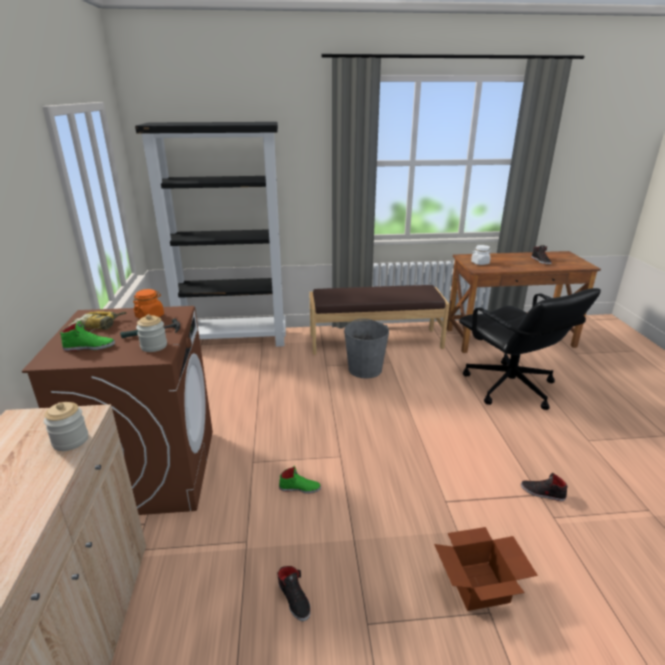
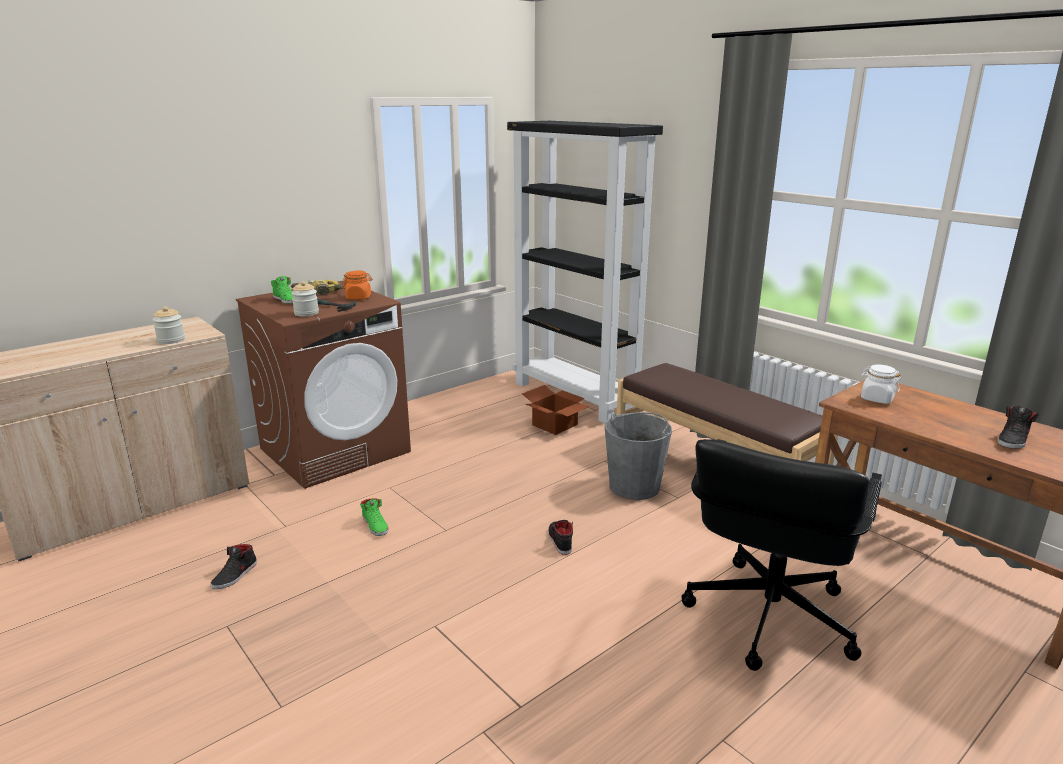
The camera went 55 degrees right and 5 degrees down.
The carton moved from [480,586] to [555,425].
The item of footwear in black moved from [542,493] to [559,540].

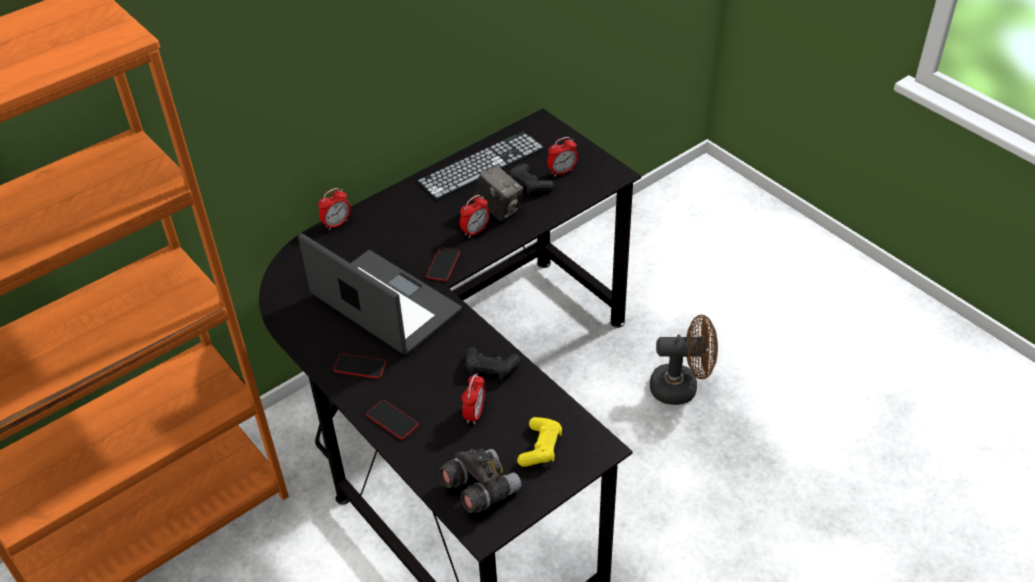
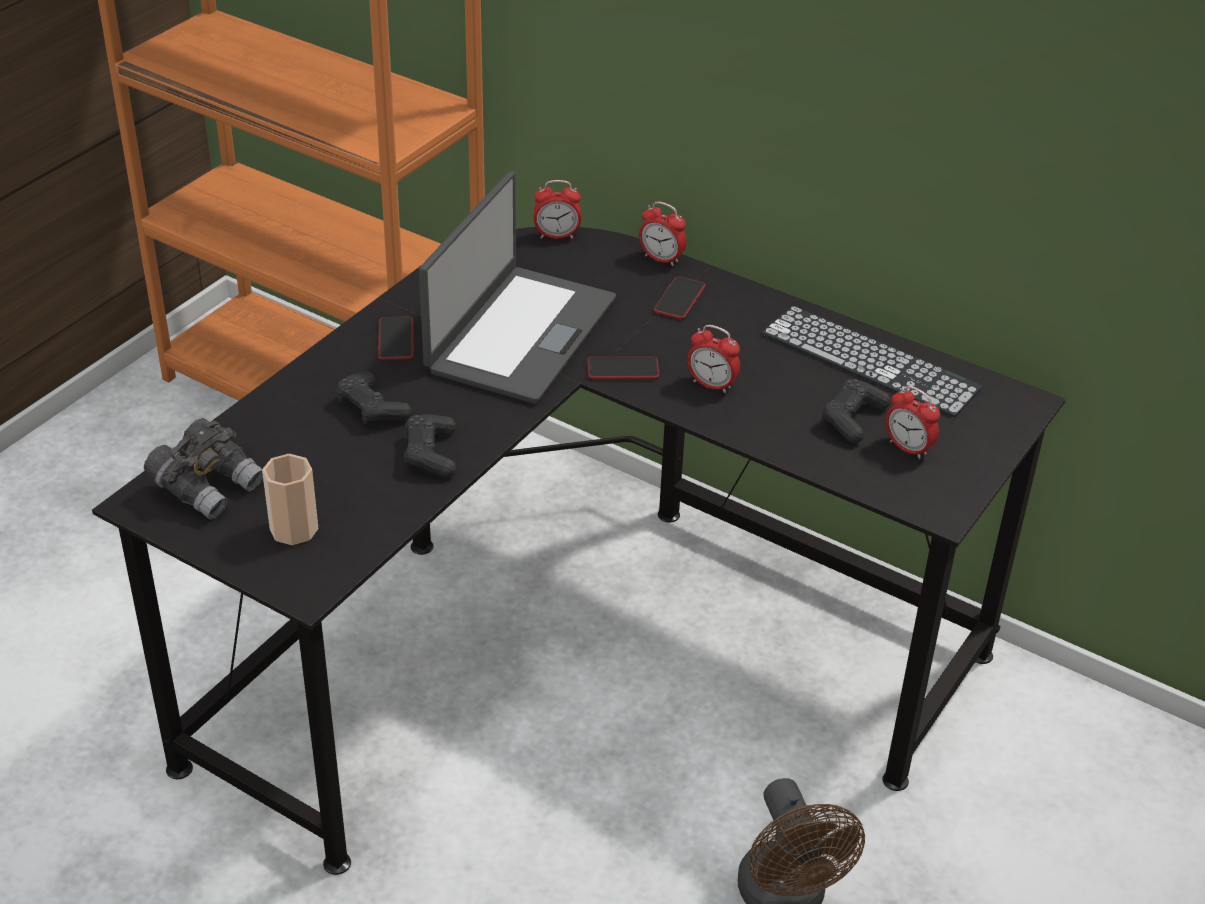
The camera went 70 degrees right and 5 degrees down.
The phone moved from [392,420] to [679,299].
The alarm clock moved from [474,414] to [557,236].
The still camera at [499,209] disappeared.
The joypad in yellow at [540,447] was replaced by the small cup at [294,529].
The joypad in black at [372,408] appeared.

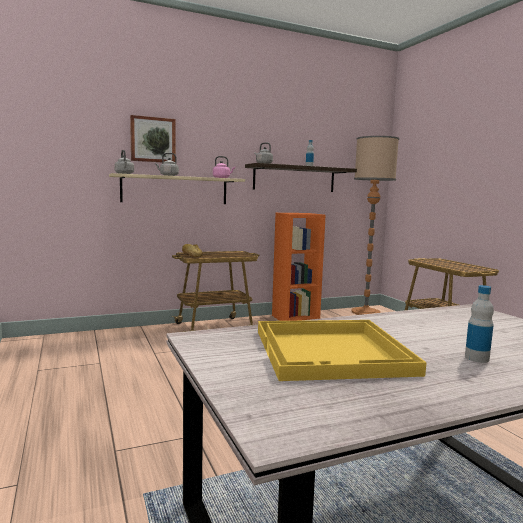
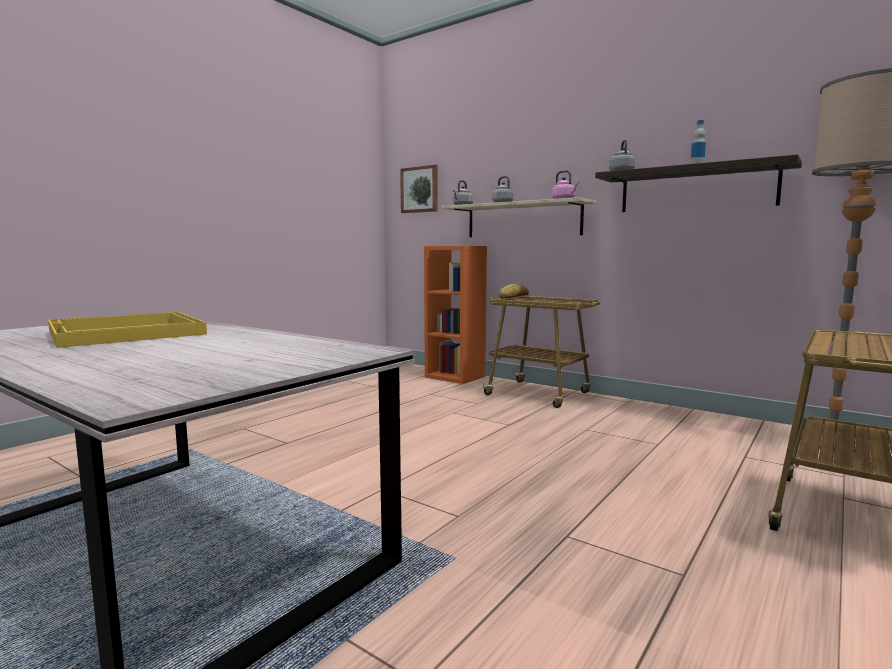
The camera went 60 degrees right and 0 degrees up.
The wall picture moved from [153,139] to [420,189].
The bookcase in orange-coloured moved from [295,318] to [456,376].
The drink bottle at [476,358] disappeared.

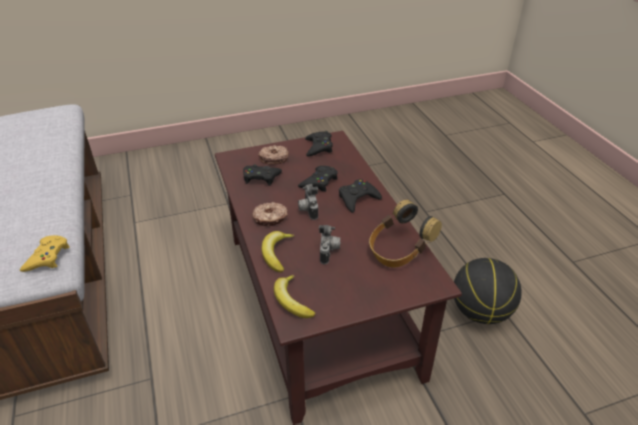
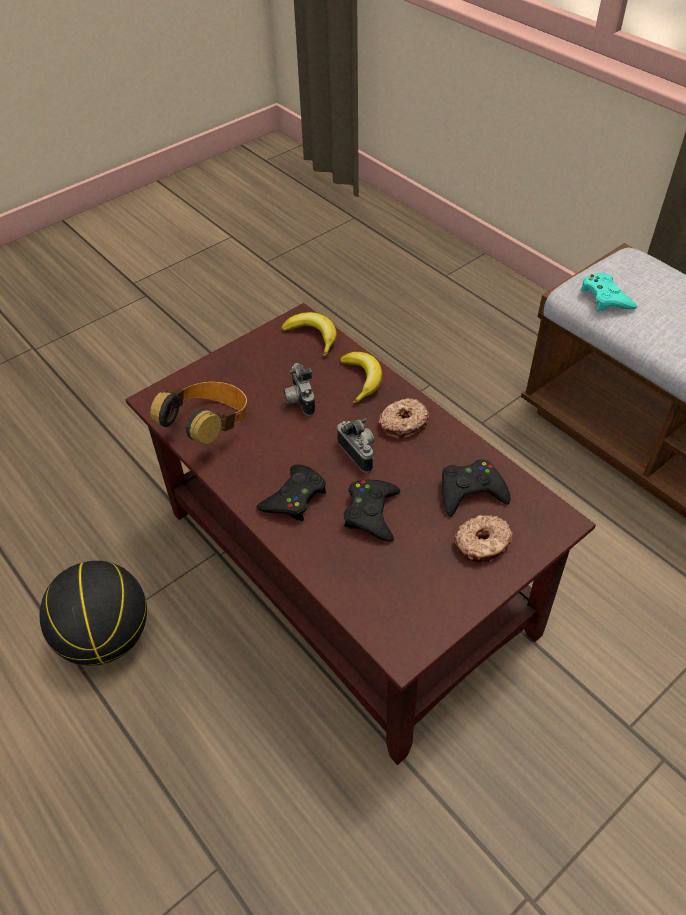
The camera went 160 degrees right and 10 degrees up.
The joypad in yellow at [47,257] became the joypad in turquoise at [605,297].
The joypad in black at [318,147] disappeared.

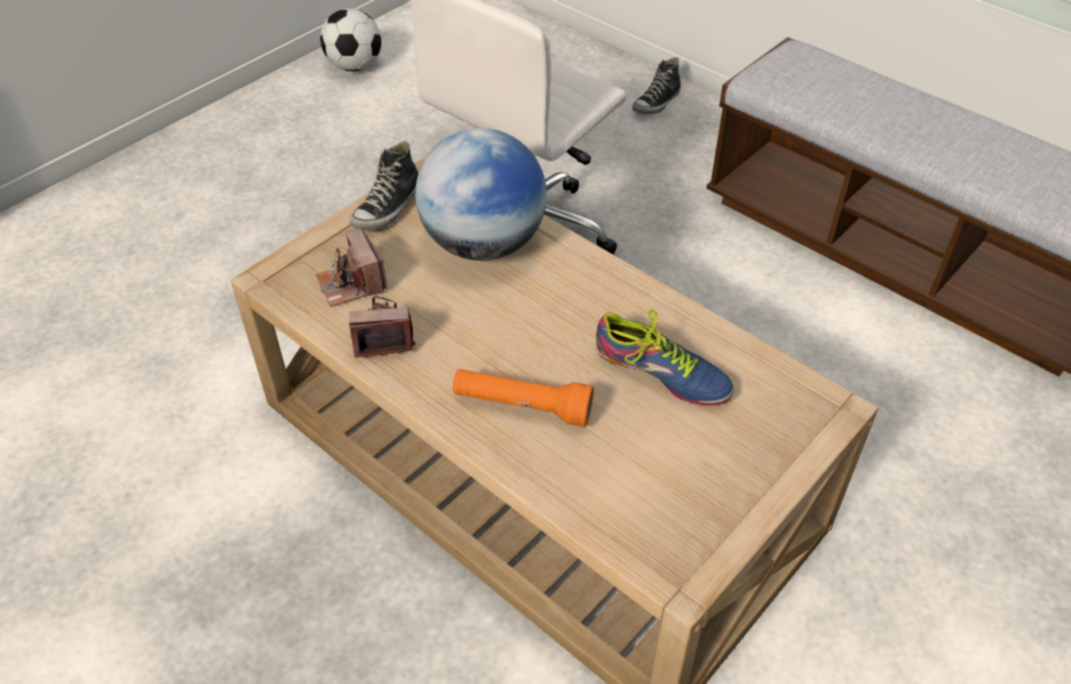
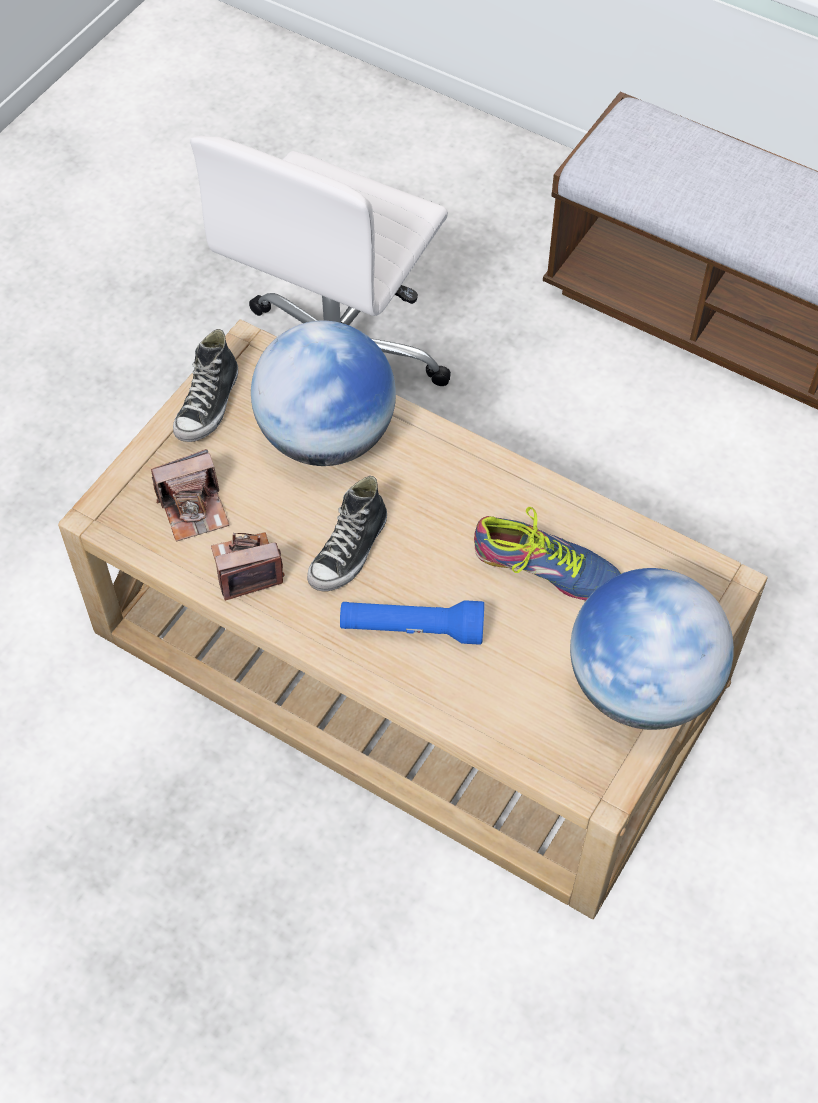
The camera went 10 degrees left and 10 degrees up.
The still camera at [351,284] turned 75 degrees counterclockwise.
The ball for football at [355,66] disappeared.
The hand torch in orange-coloured at [522,406] became the hand torch in blue at [412,629].
The item of footwear moved from [657,103] to [349,552].
The desk globe at [641,686] appeared.

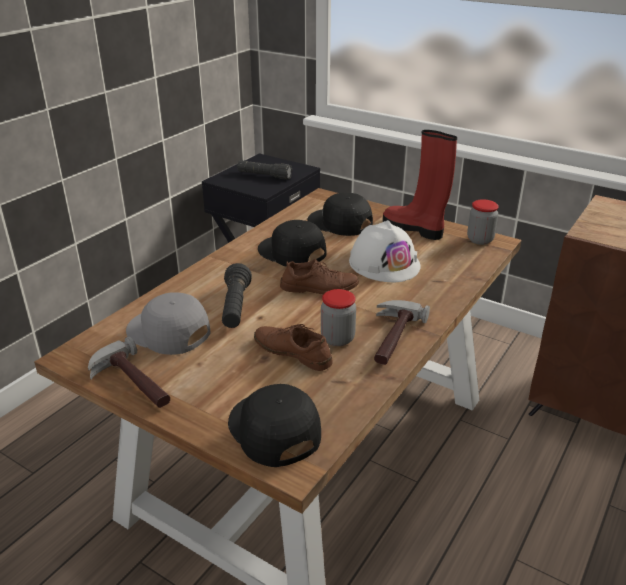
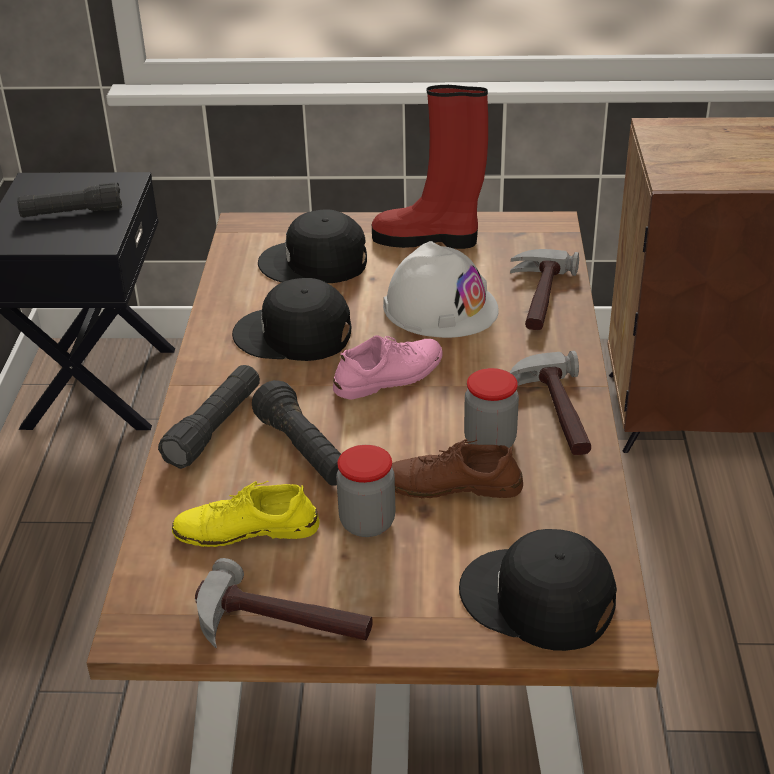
The camera went 30 degrees left and 5 degrees up.
The cap in grey at [168,332] was replaced by the item of footwear in yellow at [246,529].
The item of footwear in brownish at [319,287] became the item of footwear in pinkish at [389,376].
The jar moved from [480,240] to [367,523].
The hand torch in black at [214,428] appeared.
The hammer at [537,297] appeared.

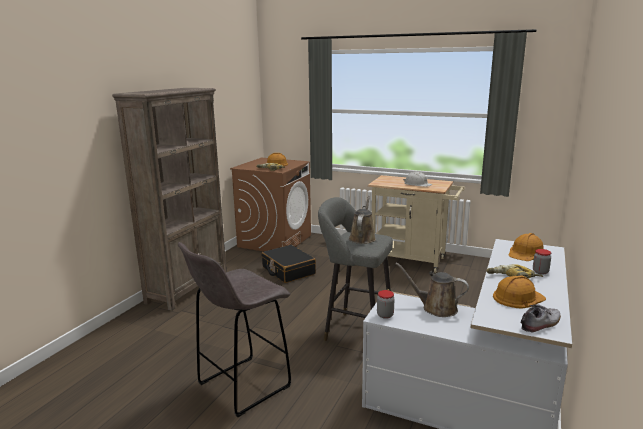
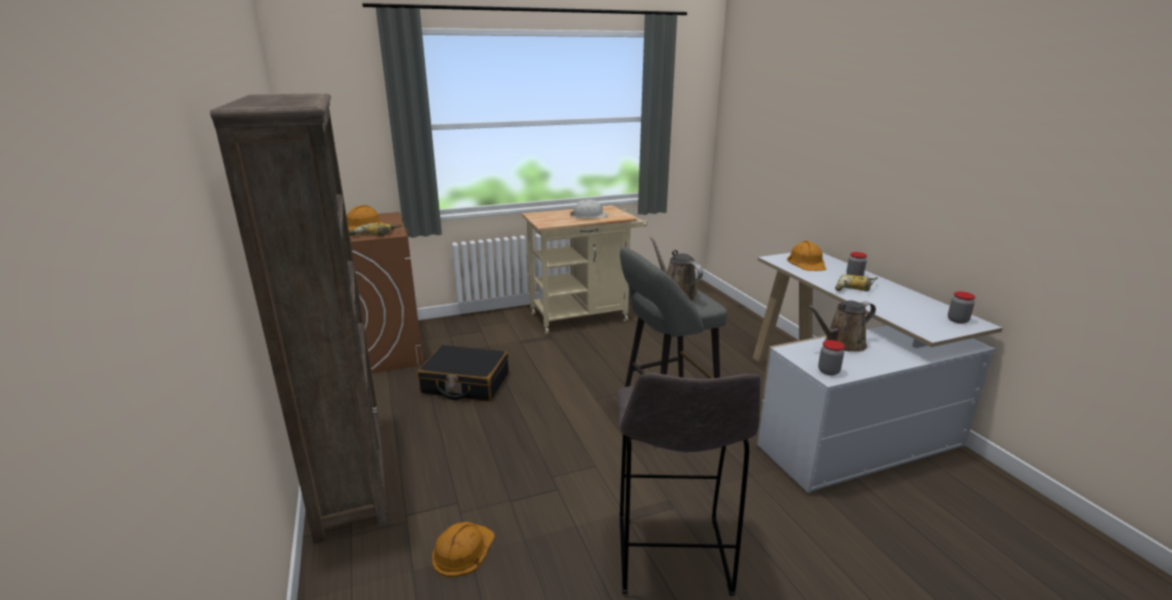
The camera went 45 degrees left and 5 degrees up.
The work helmet in orange-coloured moved from [518,297] to [463,550].
The item of footwear at [540,324] was replaced by the jar at [957,320].

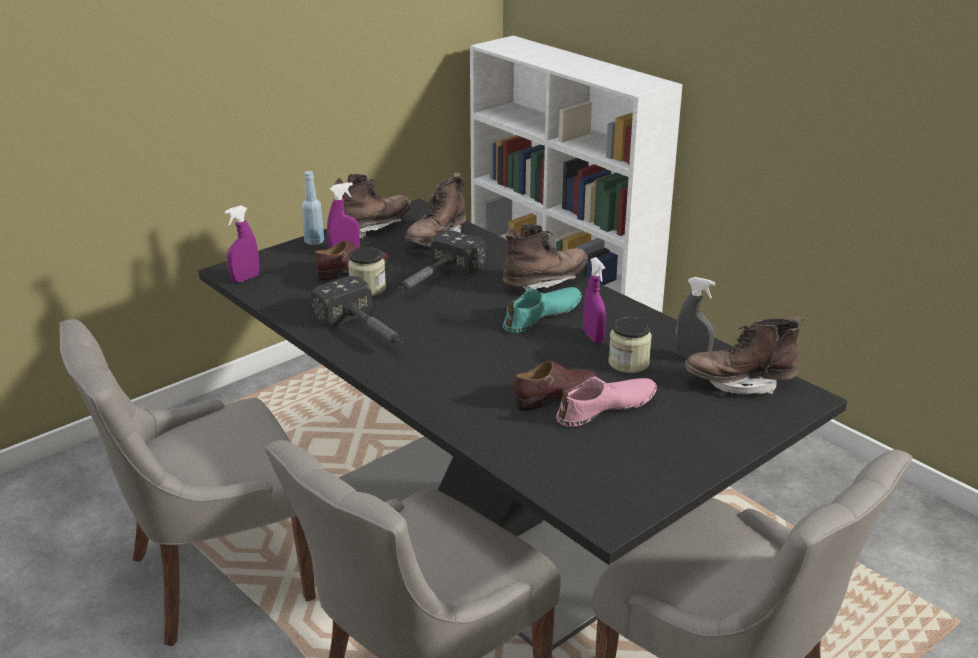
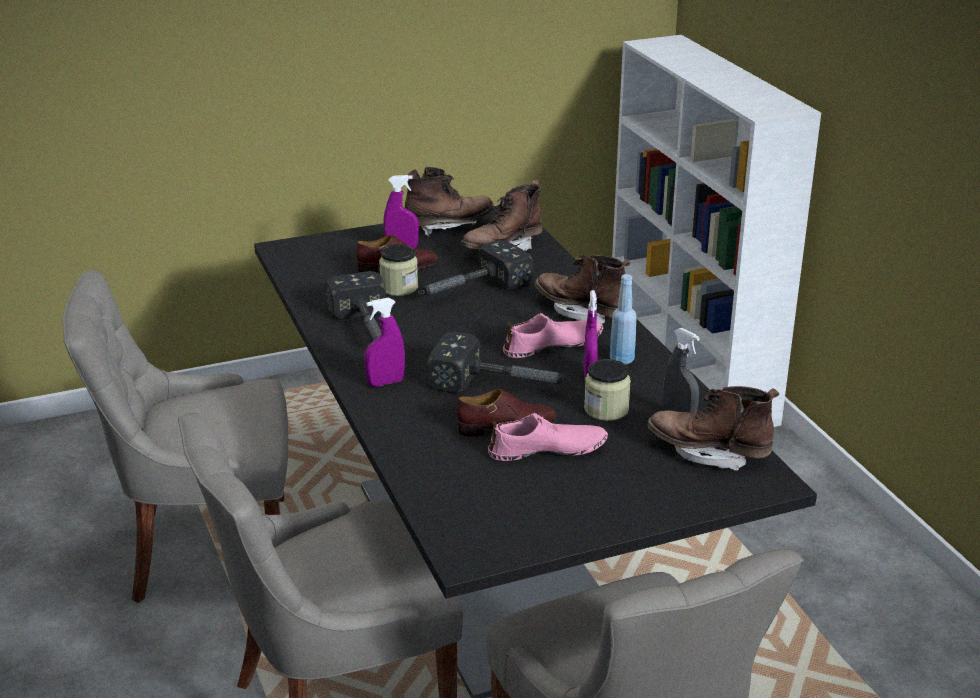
The camera went 20 degrees right and 0 degrees up.
The hand sprayer in purple-coloured moved from [245,278] to [385,382].
The drink bottle in blue moved from [314,241] to [621,359].
The tall boot in brownish at [545,283] turned 135 degrees counterclockwise.
The item of footwear in turquoise at [542,316] became the item of footwear in pinkish at [553,345].
The hammer at [502,385] appeared.

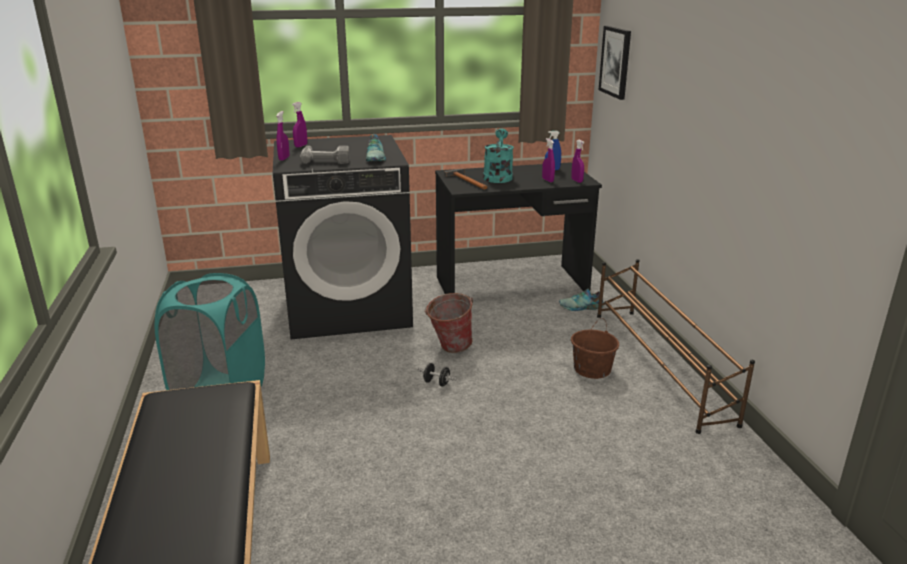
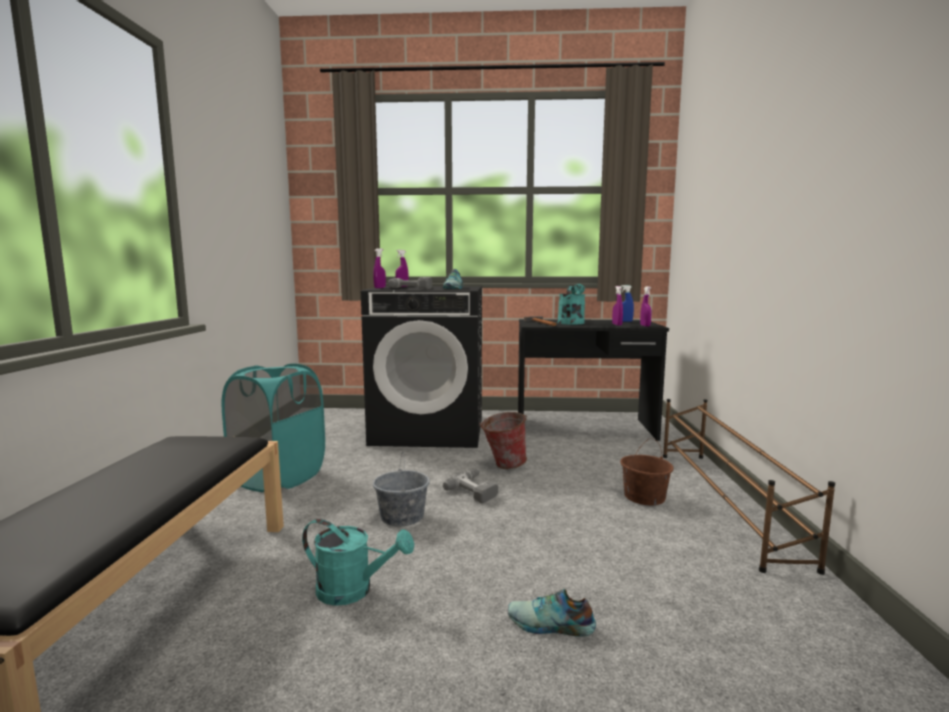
The camera went 15 degrees right and 15 degrees down.
The free weight in black at [436,383] was replaced by the electric drill at [476,490].
The item of footwear moved from [581,307] to [550,625].
The wall picture at [616,62] disappeared.
The watering can in turquoise at [354,591] appeared.
The bucket in grey at [402,516] appeared.

